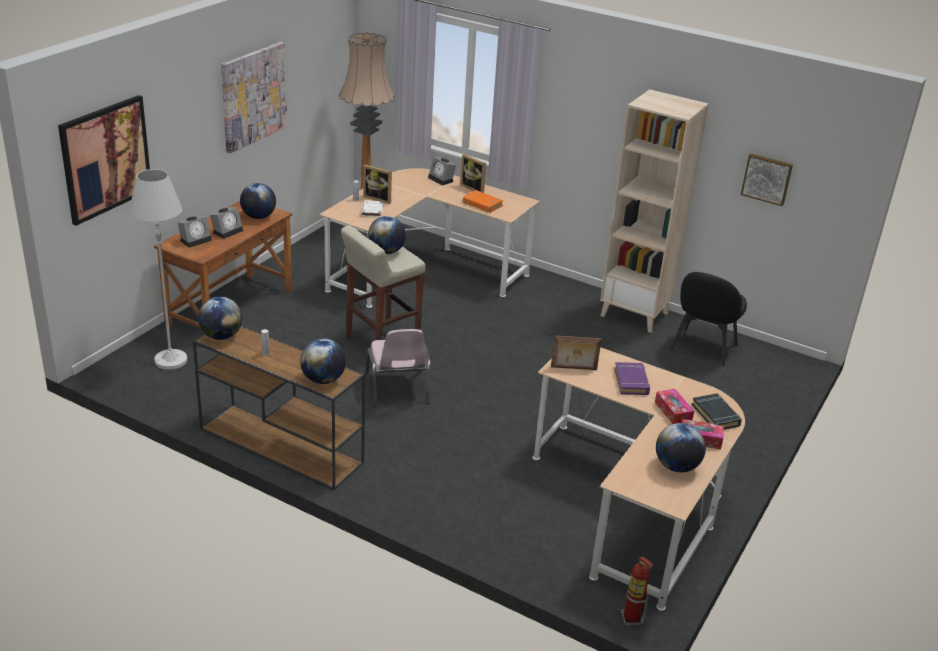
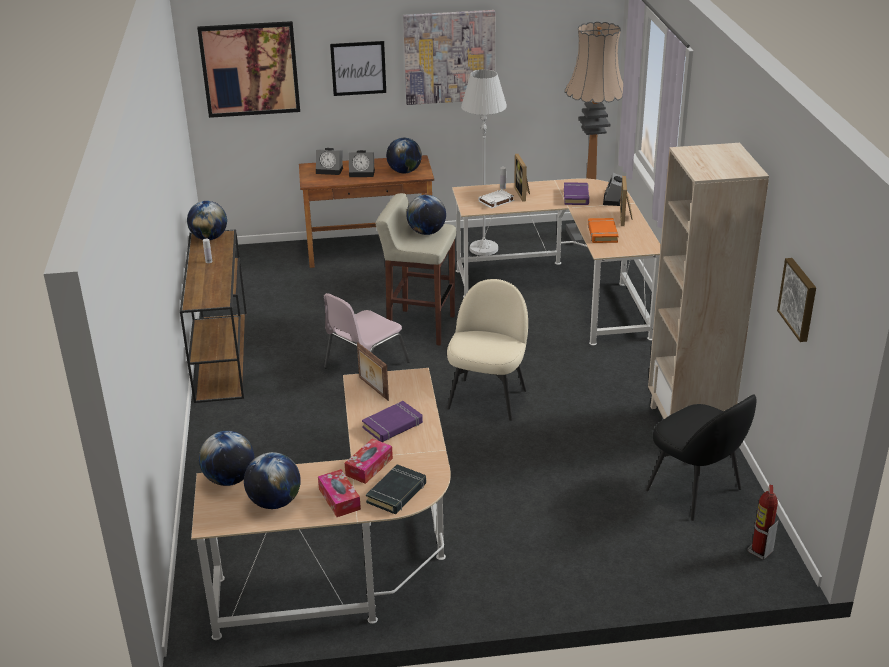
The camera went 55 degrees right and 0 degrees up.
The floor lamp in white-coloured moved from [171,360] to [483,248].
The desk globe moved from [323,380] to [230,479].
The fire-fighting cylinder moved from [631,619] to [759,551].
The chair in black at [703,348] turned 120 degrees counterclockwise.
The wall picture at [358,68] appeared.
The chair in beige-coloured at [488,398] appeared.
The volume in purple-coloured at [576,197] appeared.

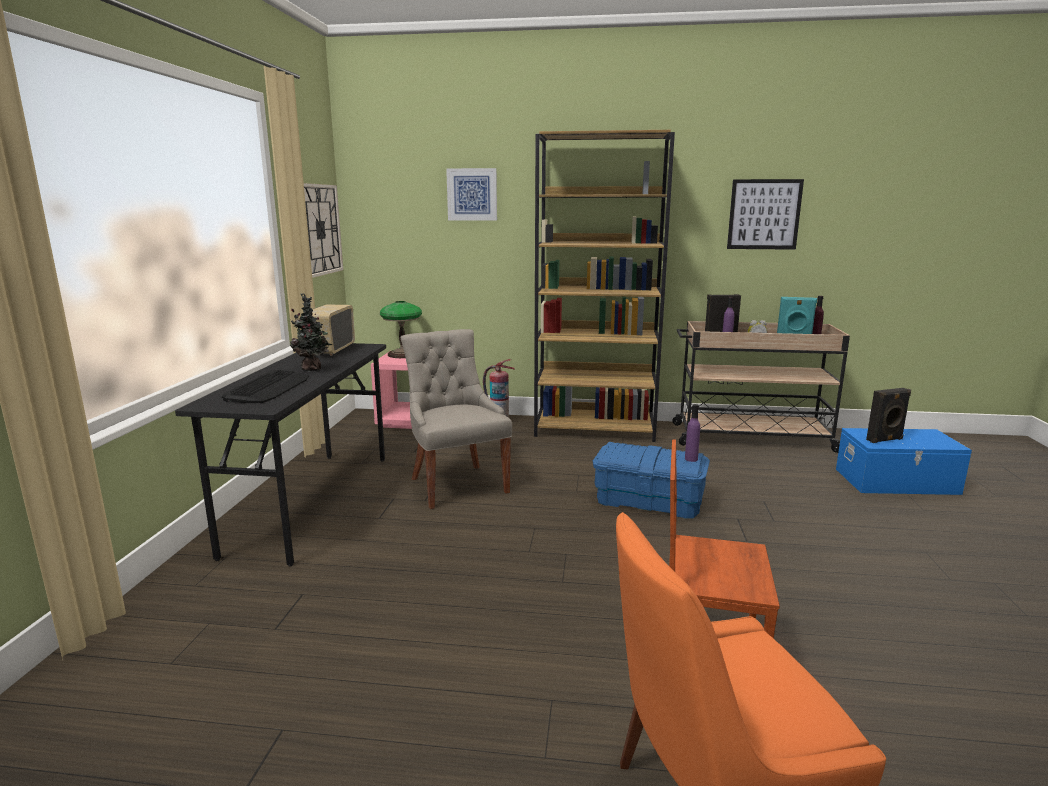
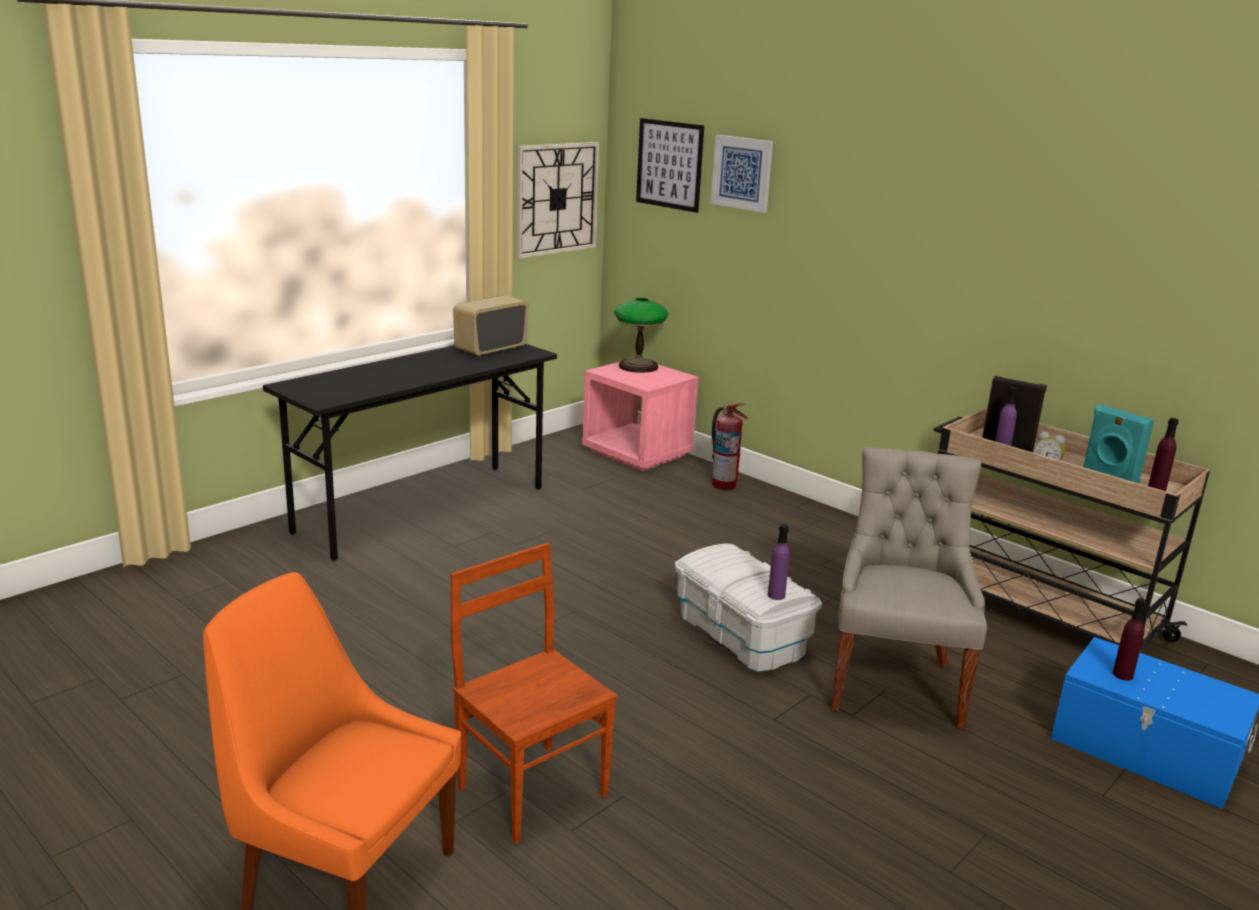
The camera went 35 degrees right and 5 degrees up.
The computer keyboard at [268,388] disappeared.
The potted plant at [313,369] disappeared.
The chair in grey moved from [456,484] to [893,684].
The bookcase in brownish at [595,429] disappeared.
The storage bin in blue at [649,500] became the storage bin in white-coloured at [741,633].
The wall picture moved from [764,214] to [669,164].
The audio speaker in black at [885,440] was replaced by the drink bottle in purple-coloured at [1122,675].

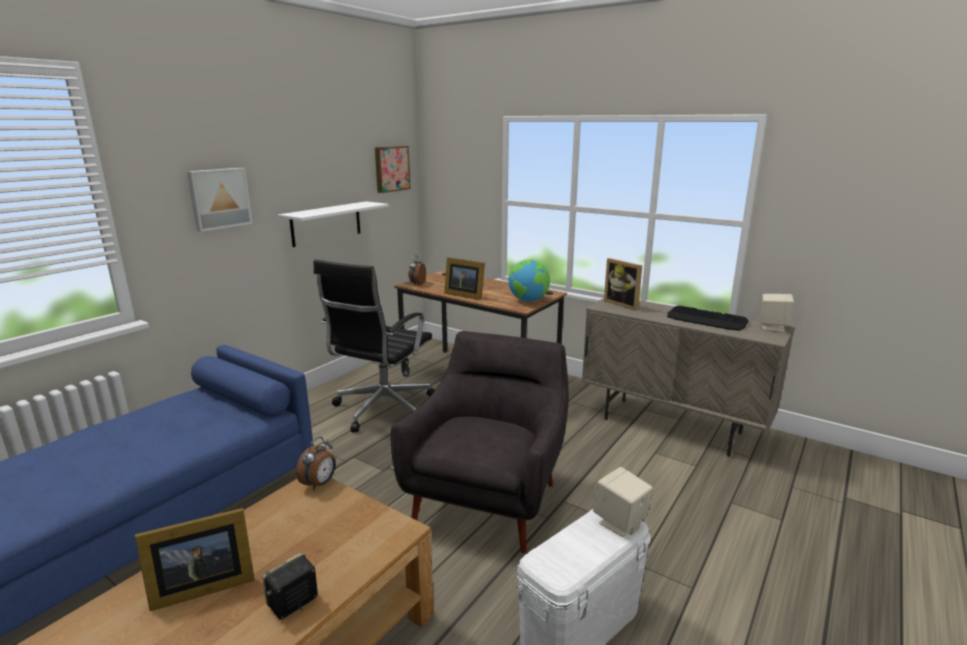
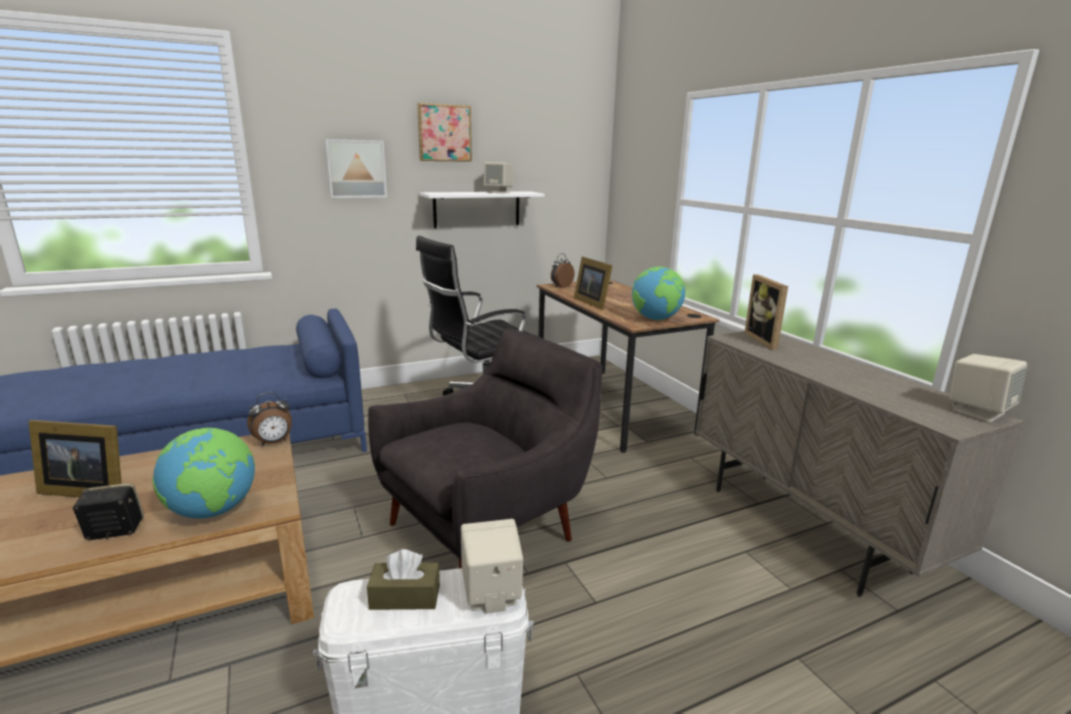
The camera went 30 degrees right and 0 degrees up.
The wall picture moved from [391,168] to [444,133].
The computer keyboard at [706,319] disappeared.
The desk globe at [213,511] appeared.
The box of tissues in brownish at [405,597] appeared.
The audio speaker in beige-coloured at [499,192] appeared.

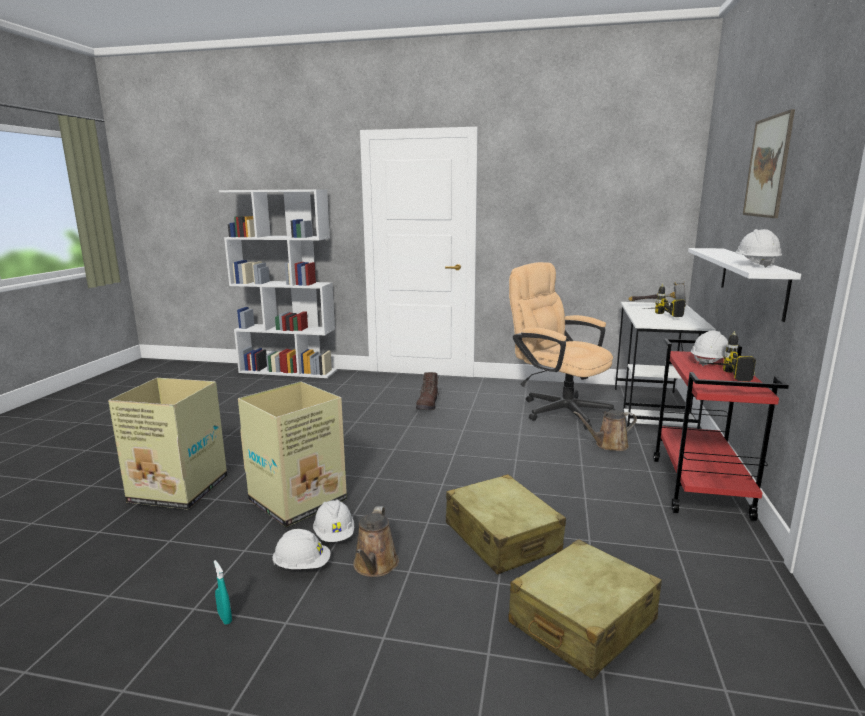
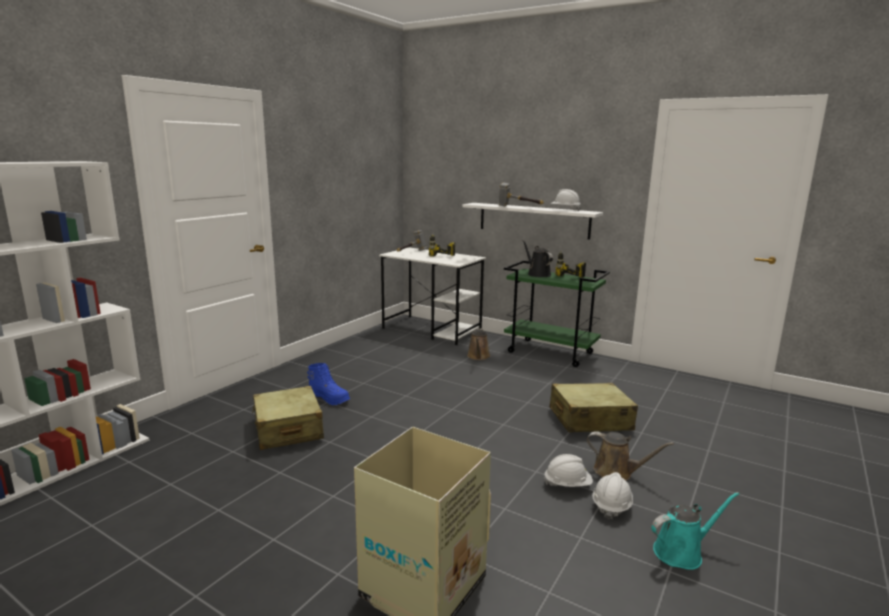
The camera went 70 degrees left and 0 degrees up.
The hand sprayer in turquoise at [225,618] was replaced by the watering can in turquoise at [681,552].
The carton at [299,500] disappeared.
The tall boot in brownish at [428,405] became the tall boot in blue at [329,398].
The travel case in beige-coloured moved from [582,622] to [288,430].
The computer chair in beige-coloured at [558,409] disappeared.
The cart in red at [700,488] became the cart in green-coloured at [551,353].
The work helmet in white-coloured at [709,361] was replaced by the watering can in black at [537,274].
The wall picture at [767,167] disappeared.
The hammer at [518,207] appeared.

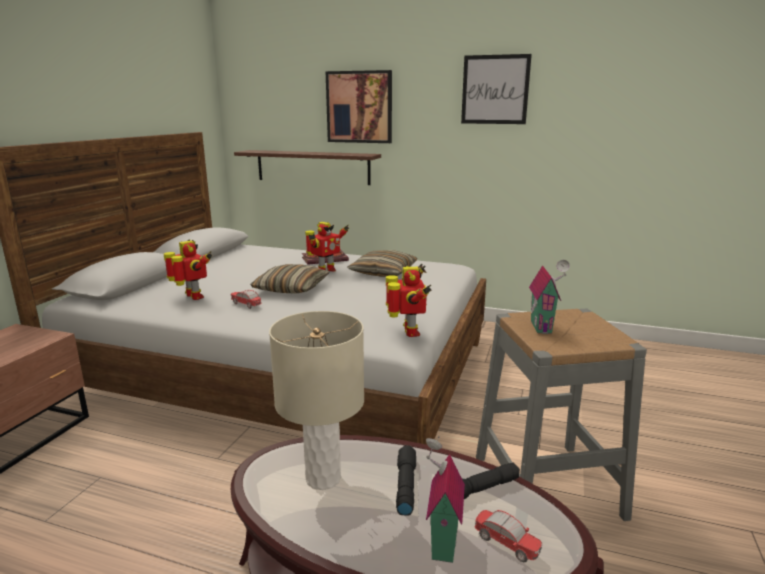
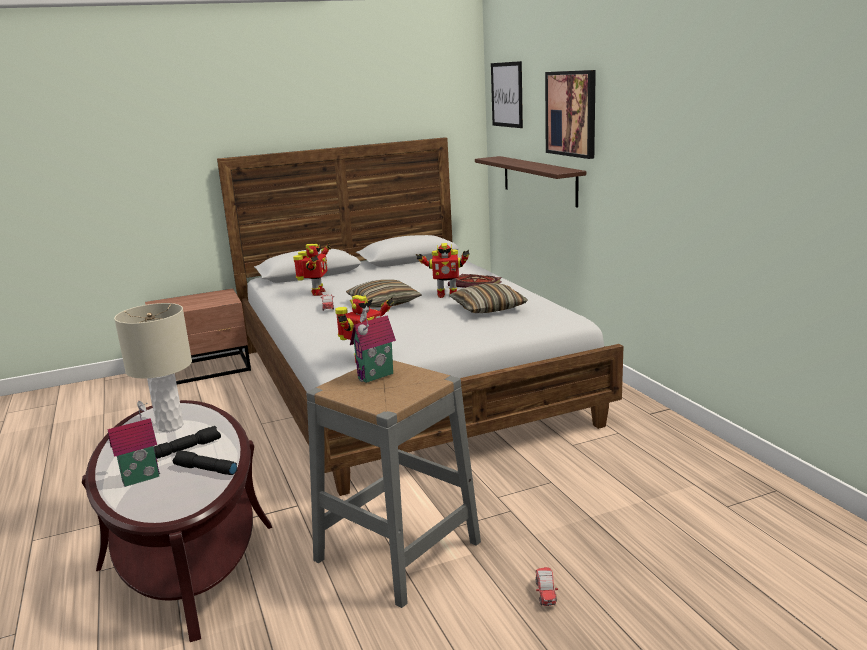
The camera went 50 degrees right and 0 degrees up.
The wall picture moved from [495,90] to [507,94].
The miniature car moved from [506,544] to [546,593].

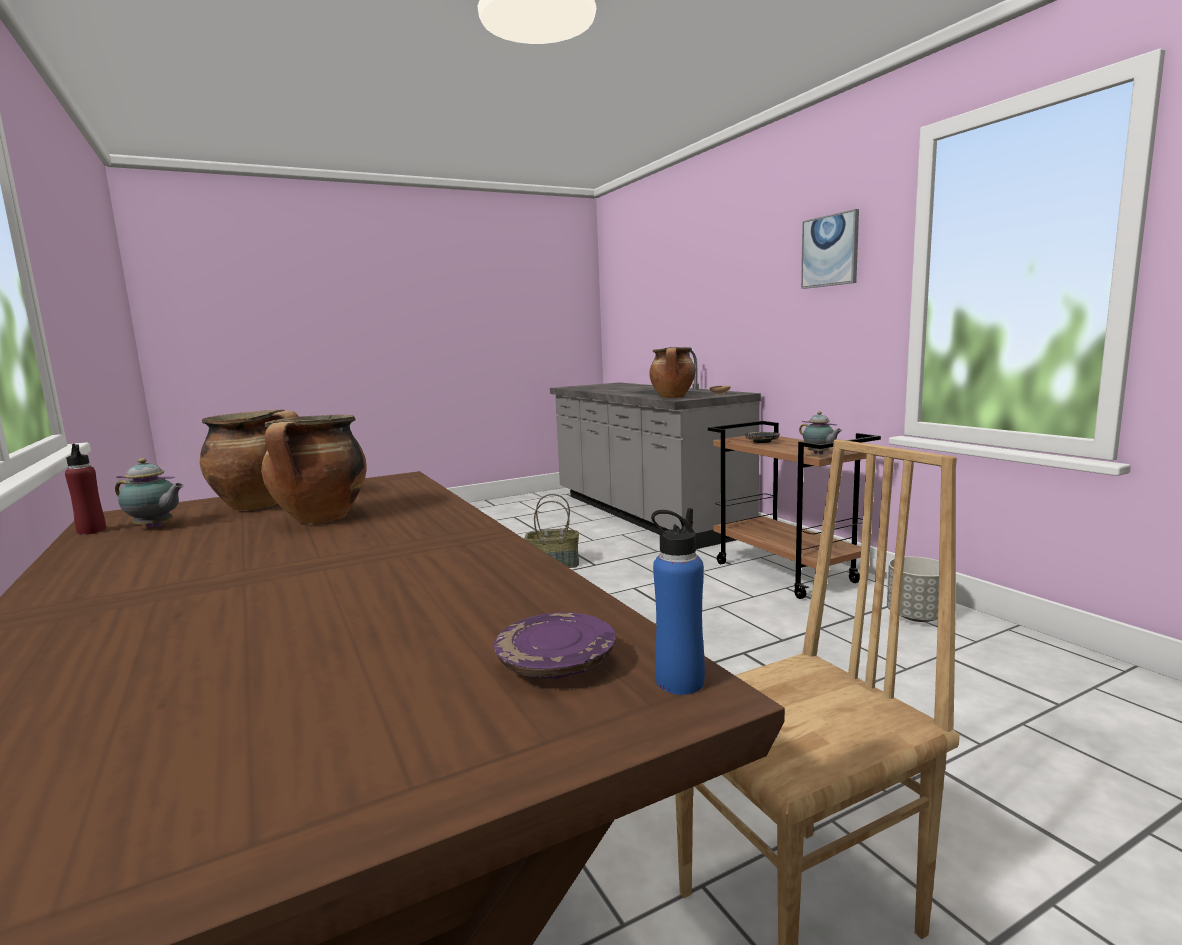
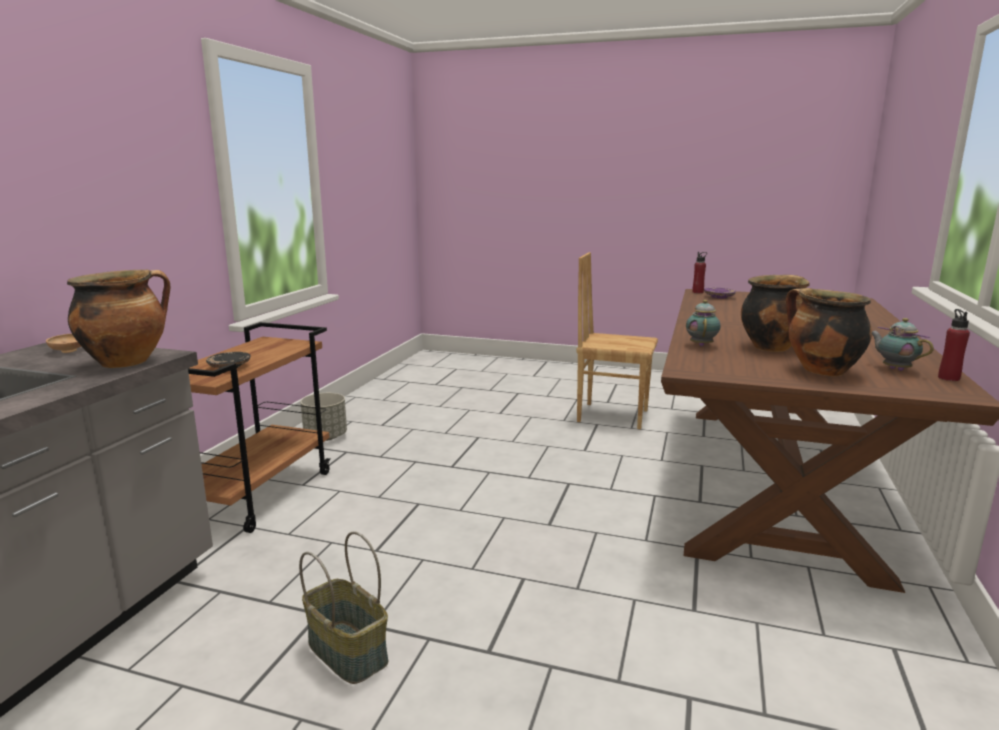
The camera went 135 degrees left and 5 degrees up.
The drink bottle in blue at [679,682] became the drink bottle in red at [698,292].
The pot for tea moved from [819,454] to [701,345].
The wall picture at [830,251] disappeared.

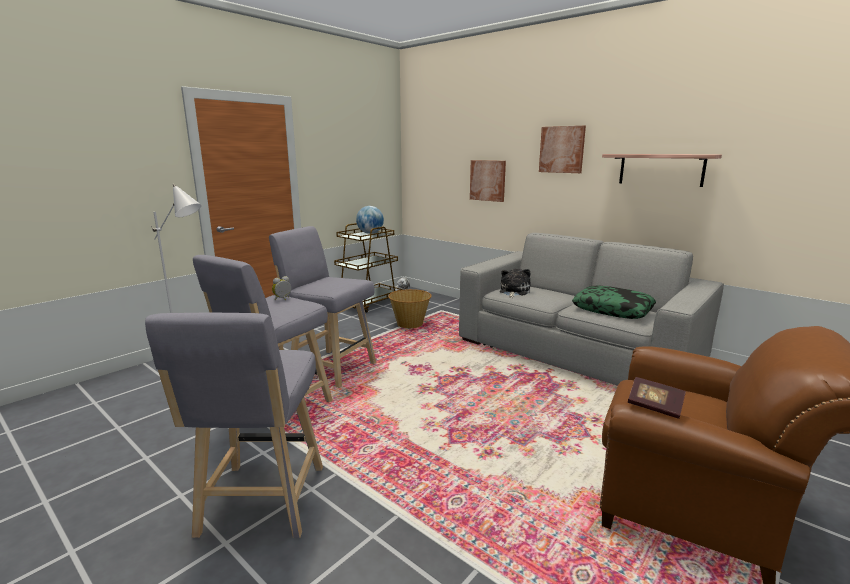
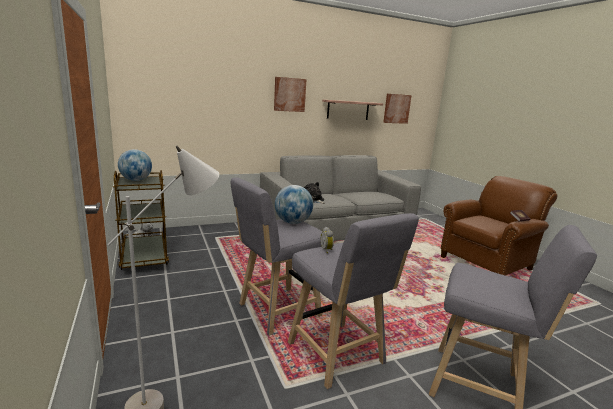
The camera went 65 degrees left and 0 degrees up.
The basket at [410,324] disappeared.
The wall picture moved from [488,180] to [396,108].
The pillow at [613,310] disappeared.
The desk globe at [293,222] appeared.

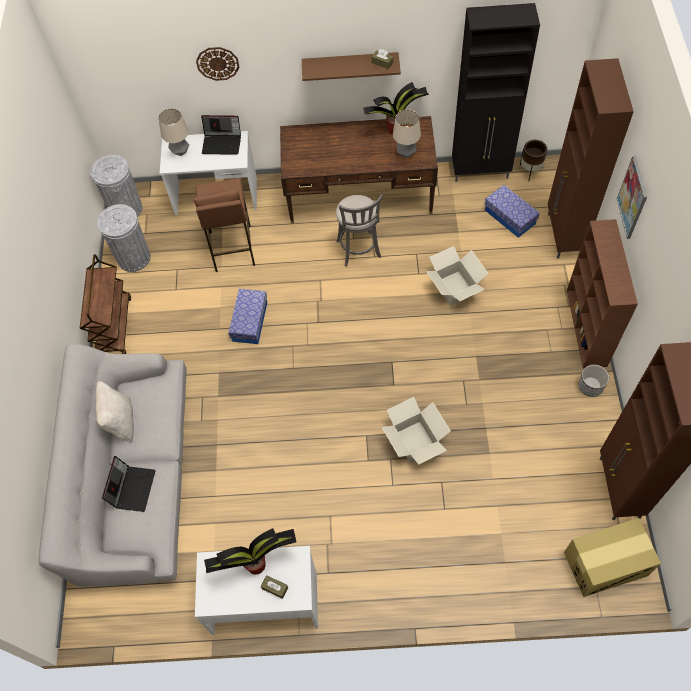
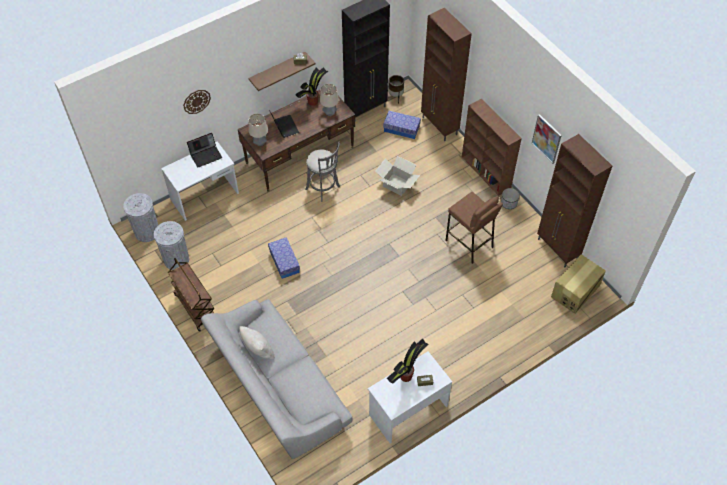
The camera went 35 degrees left and 5 degrees down.
The laptop moved from [132,488] to [284,127].
The tabletop lamp moved from [180,151] to [260,143].
The stool seat in brownish moved from [232,248] to [469,244].
The carton at [414,442] disappeared.
The wall picture moved from [632,197] to [546,138].

